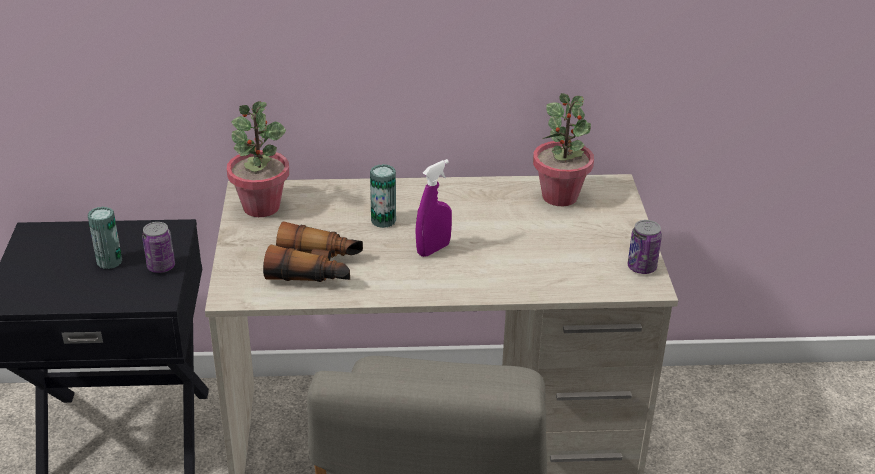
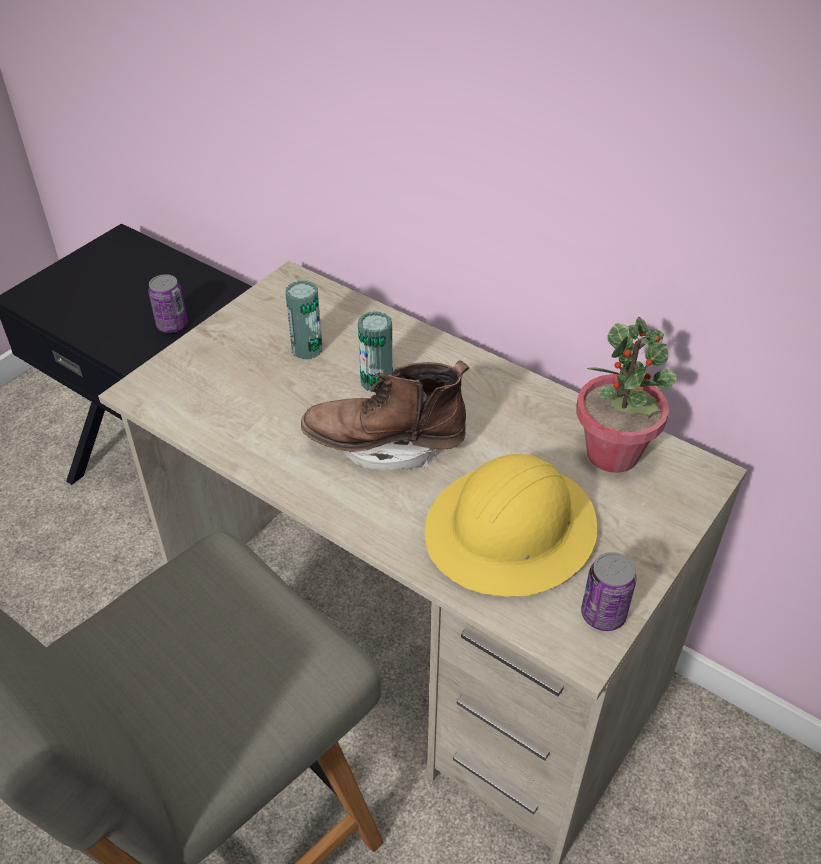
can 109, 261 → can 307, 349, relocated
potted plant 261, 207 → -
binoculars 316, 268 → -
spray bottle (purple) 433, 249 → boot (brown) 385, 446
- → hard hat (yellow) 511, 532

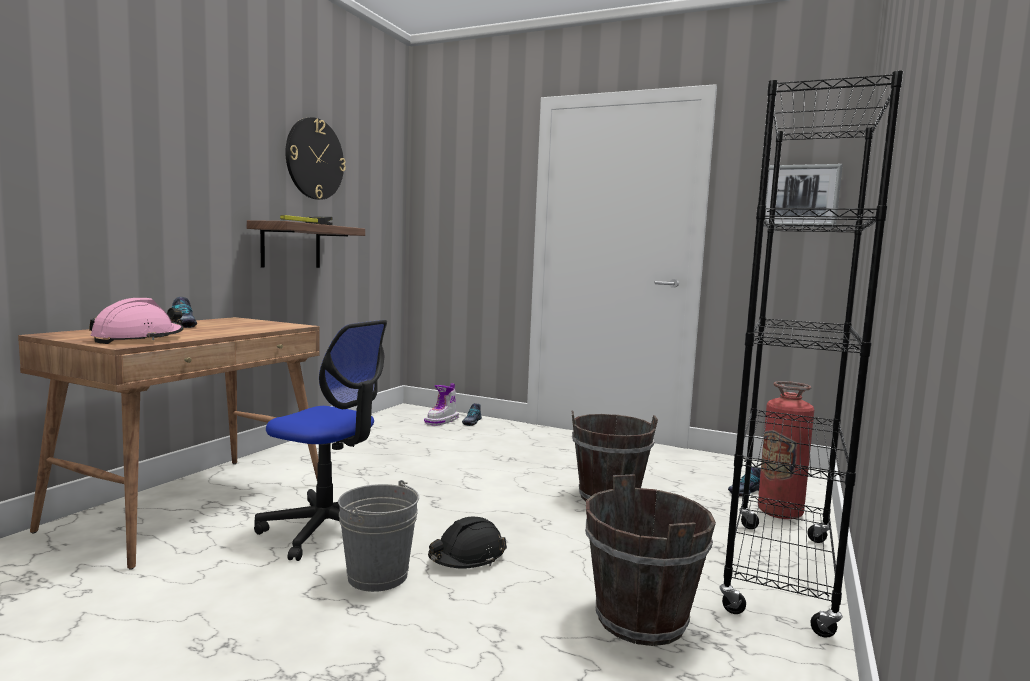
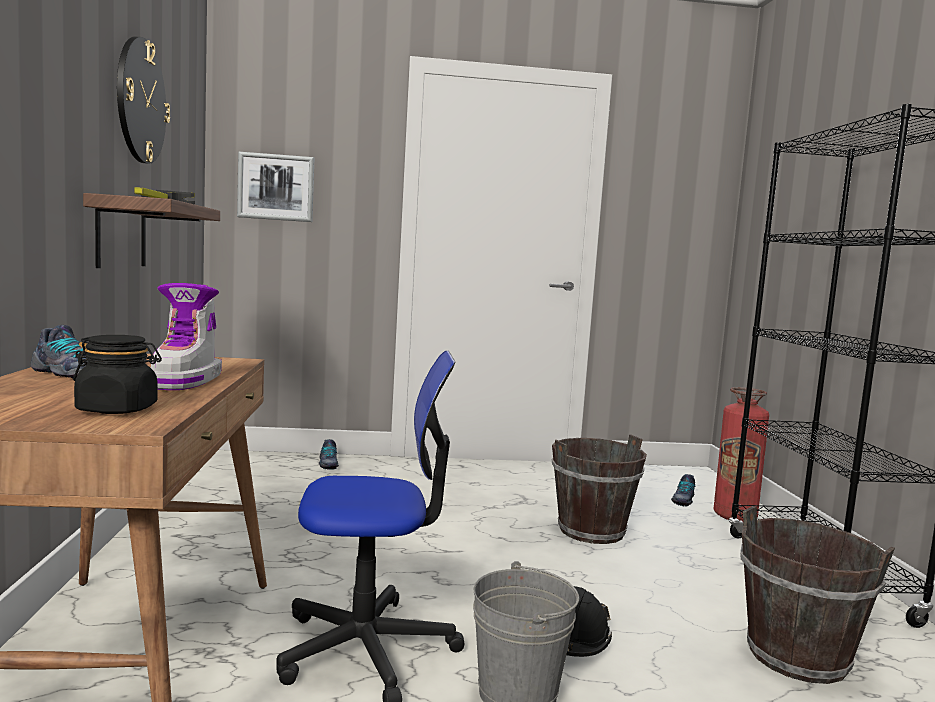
hard hat (pink) 138, 339 → jar (black) 118, 409
boot 442, 421 → boot 185, 380, relocated
picture 799, 196 → picture 276, 187, relocated

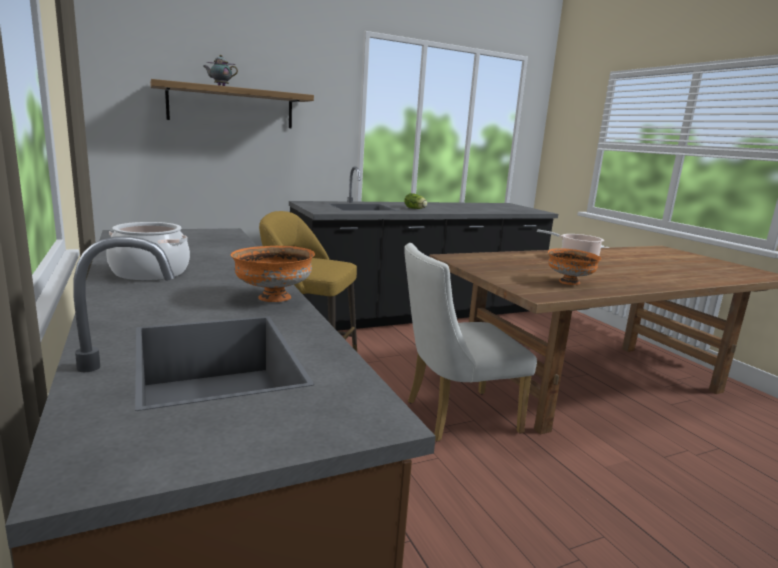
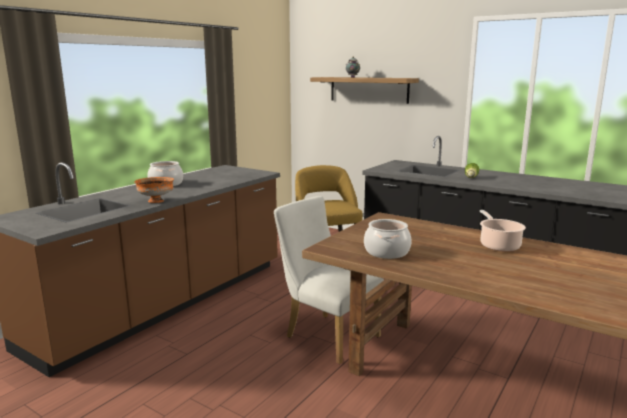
bowl (orange) 569, 282 → cooking pot 387, 252

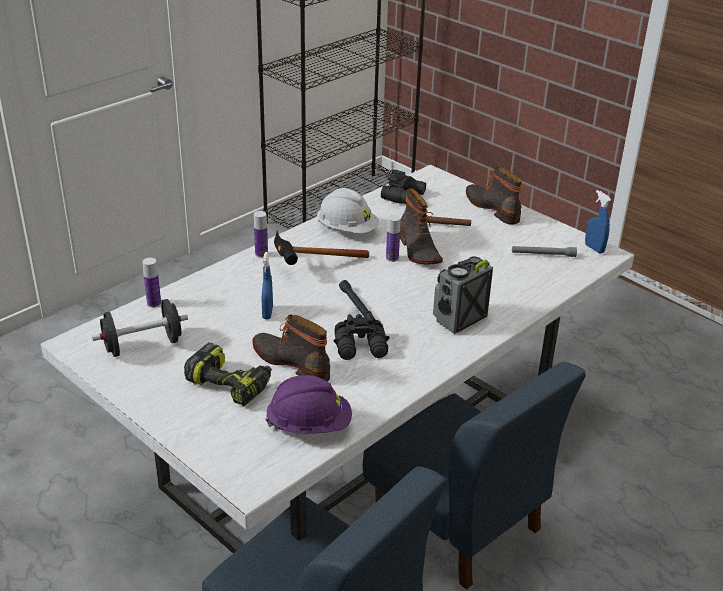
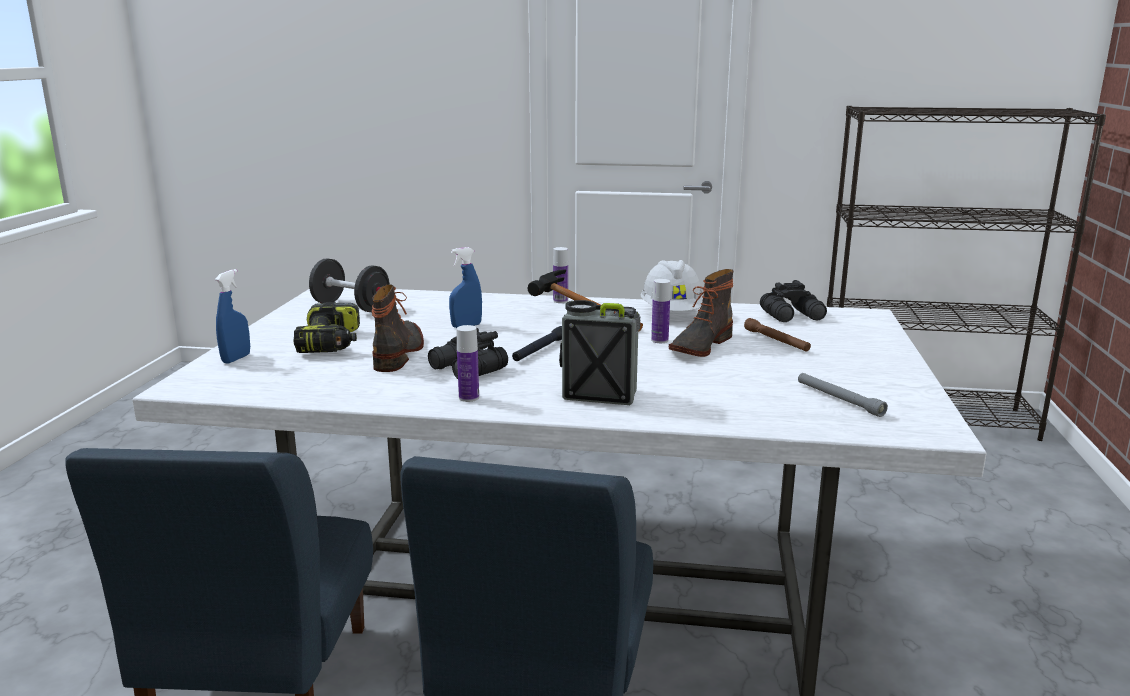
bottle 154, 303 → bottle 469, 398, relocated
hard hat (purple) 309, 425 → -
boot 493, 208 → -
spray bottle (blue) 594, 248 → spray bottle (blue) 236, 358, relocated

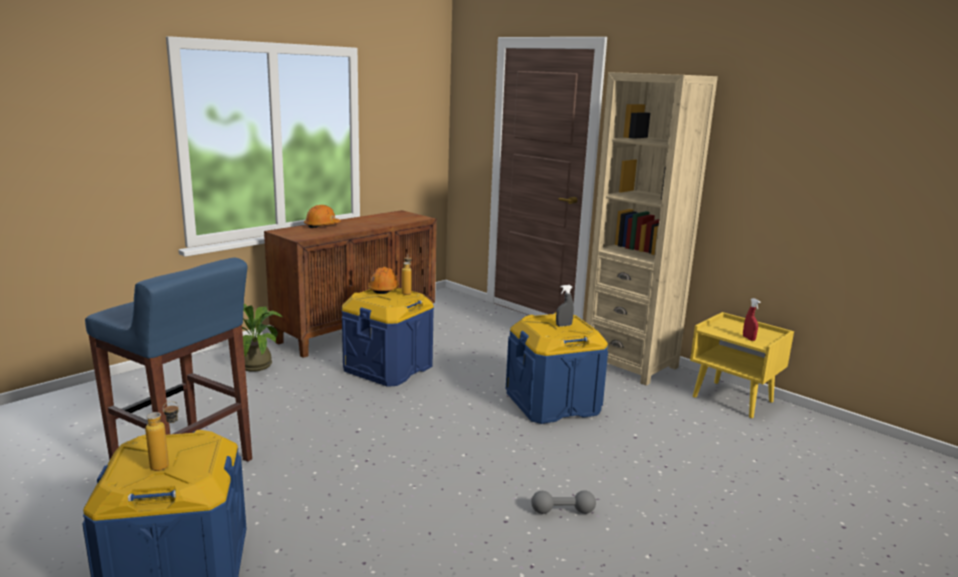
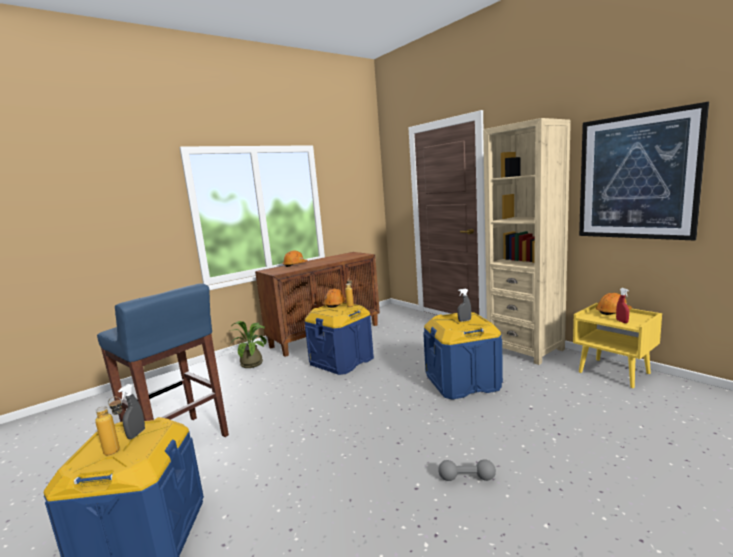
- → spray bottle (grey) 136, 434
- → picture 636, 177
- → hard hat (orange) 613, 312

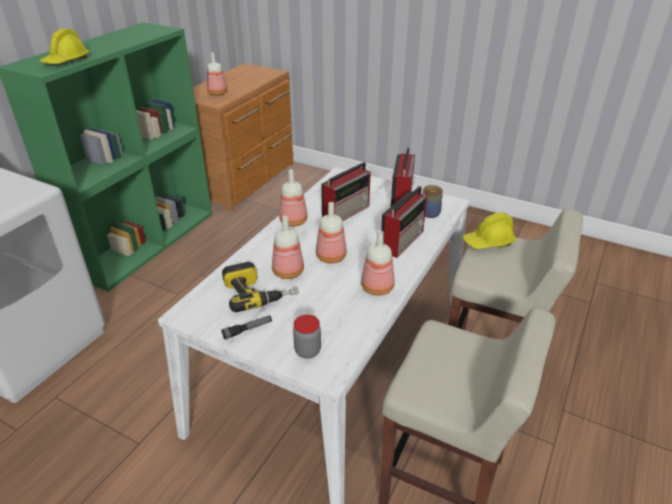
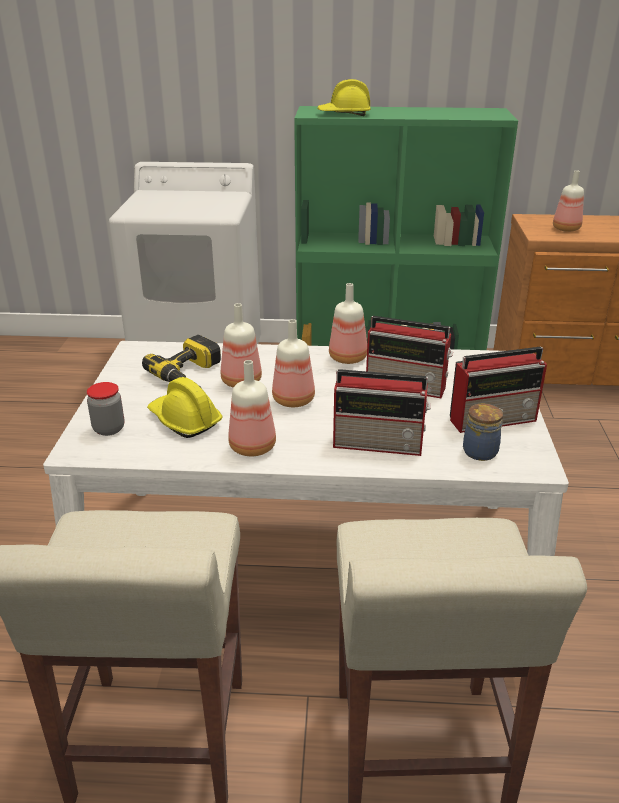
flashlight 247, 330 → -
hard hat (yellow) 488, 242 → hard hat (yellow) 184, 420, relocated

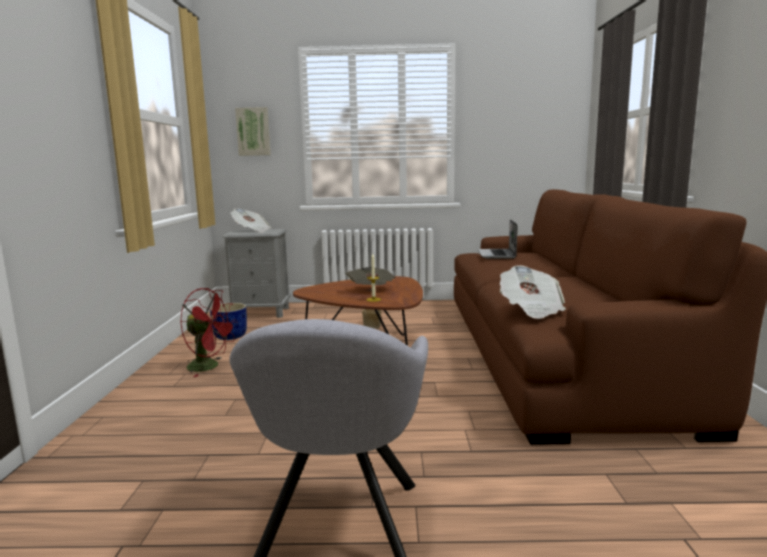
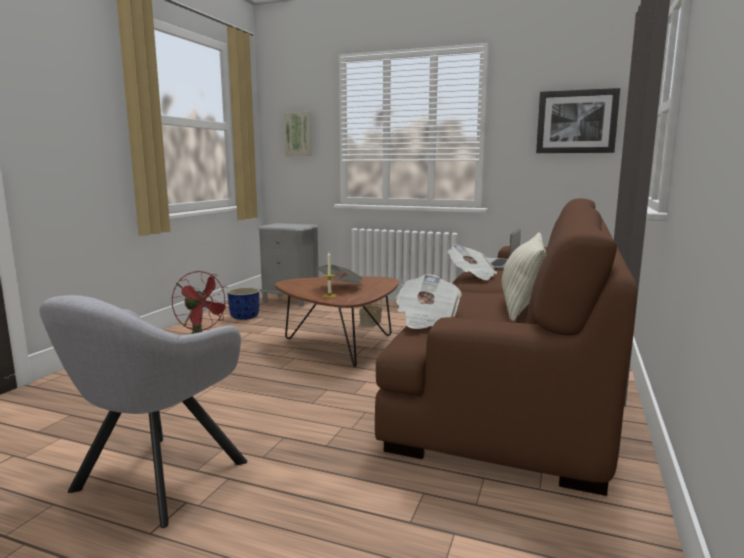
newspaper 251, 231 → newspaper 472, 275, relocated
- → pillow 523, 305
- → picture 576, 122

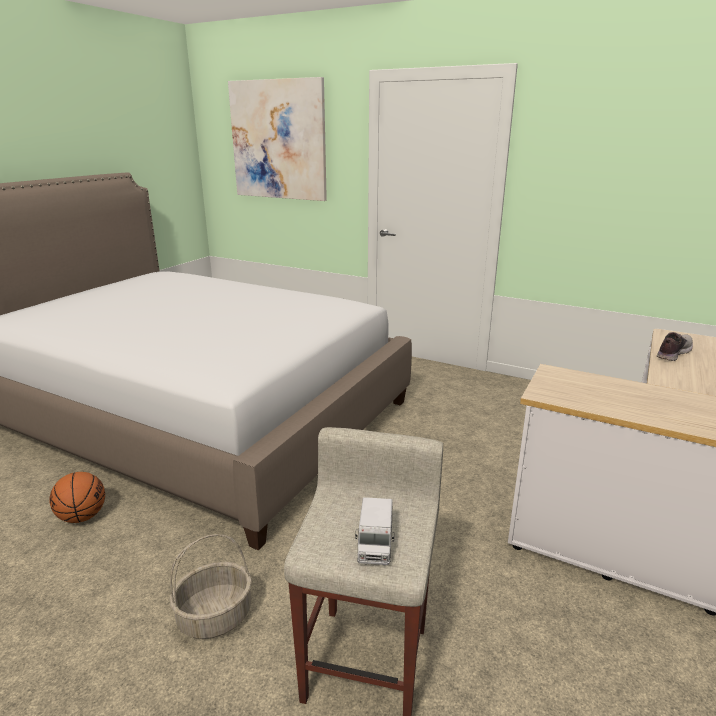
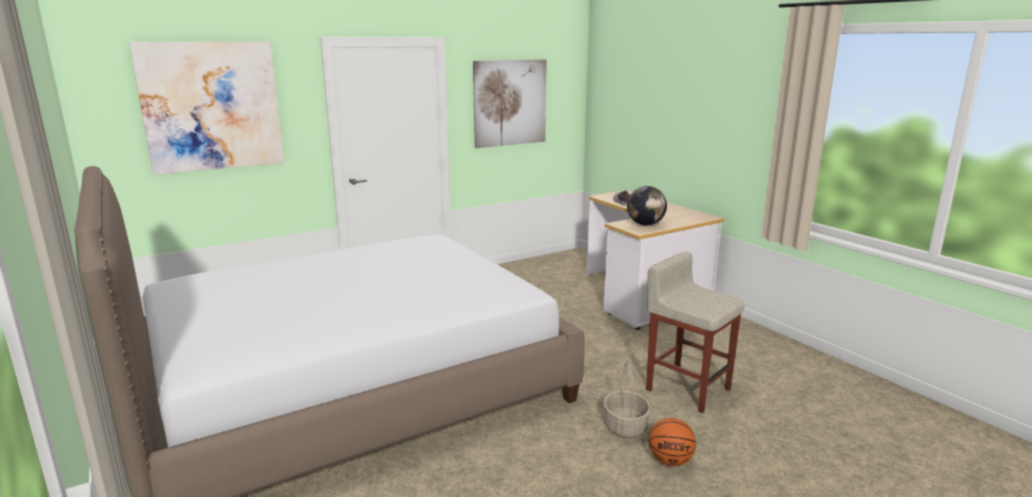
basketball 82, 517 → basketball 670, 461, relocated
toy truck 375, 544 → -
- → picture 510, 103
- → globe 645, 224

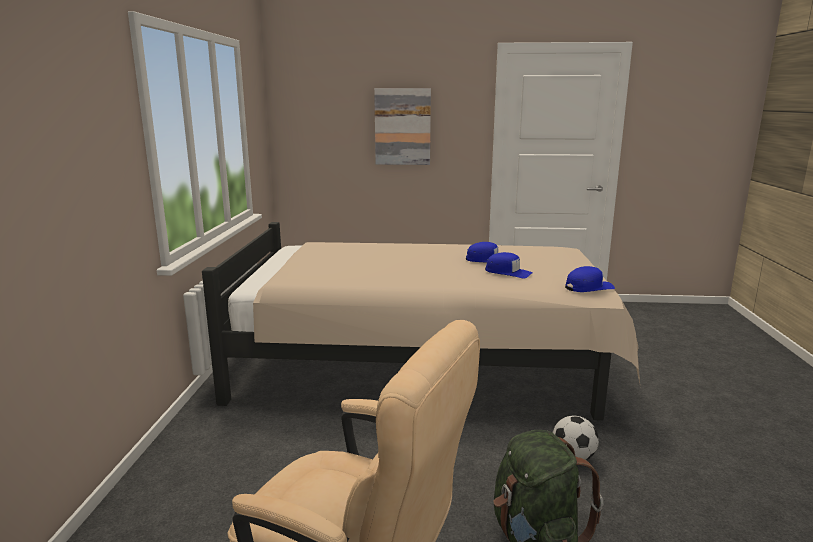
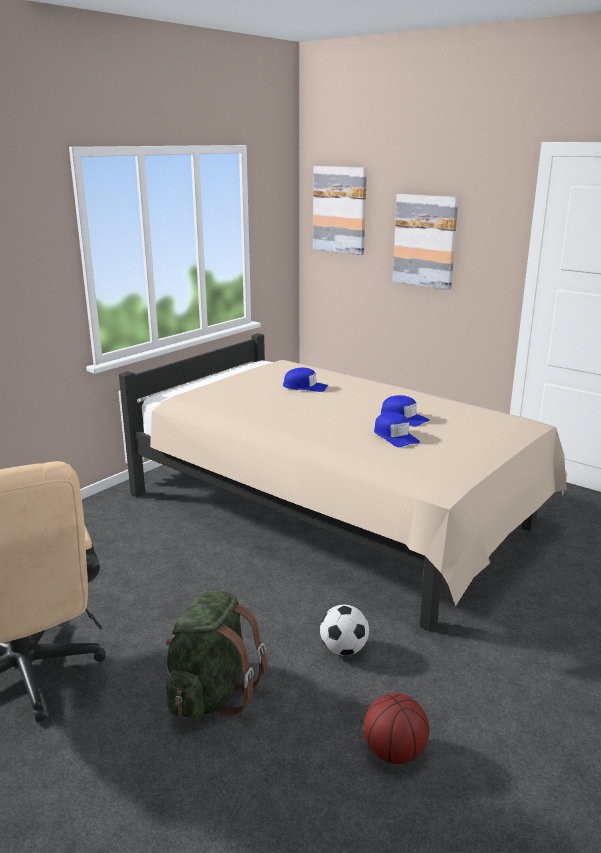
cap (blue) 588, 287 → cap (blue) 305, 387, relocated
- → picture 340, 210
- → basketball 394, 752

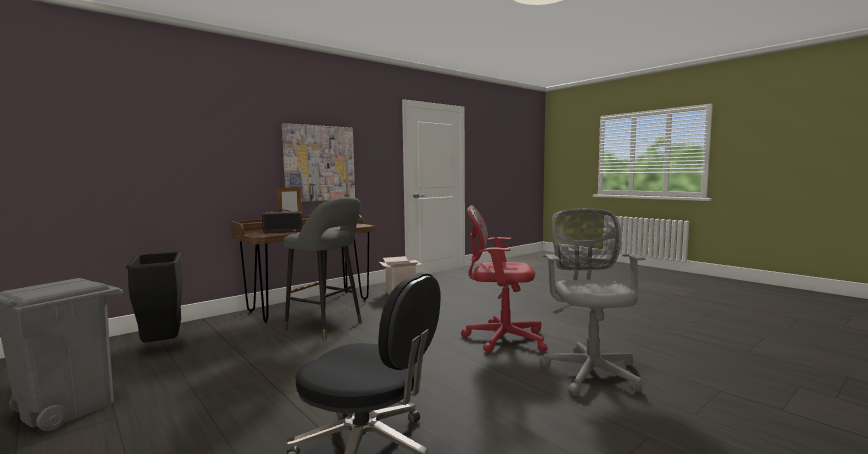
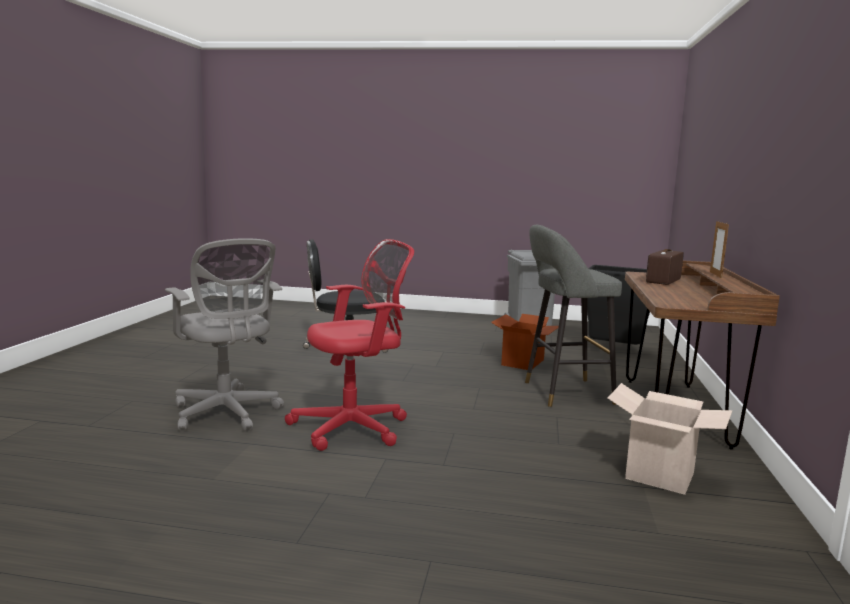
picture 319, 163 → -
- → cardboard box 523, 362

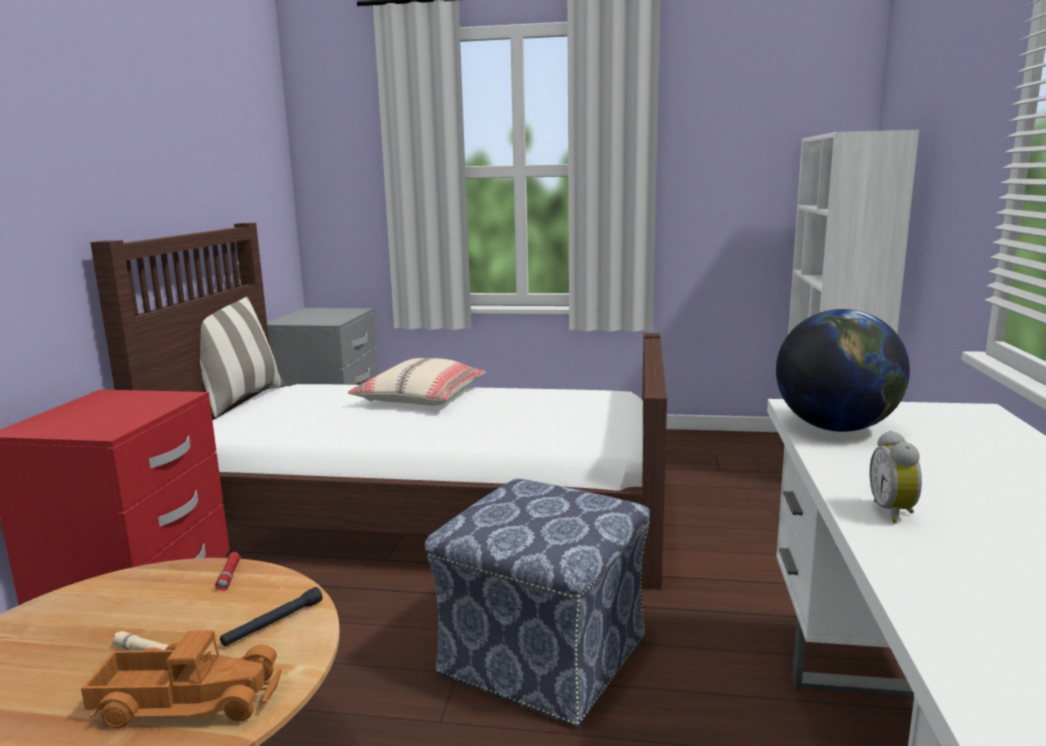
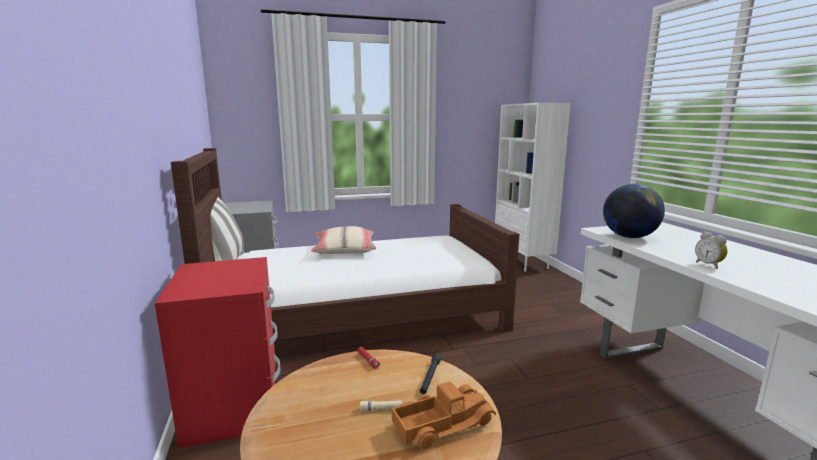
ottoman 543, 657 → -

